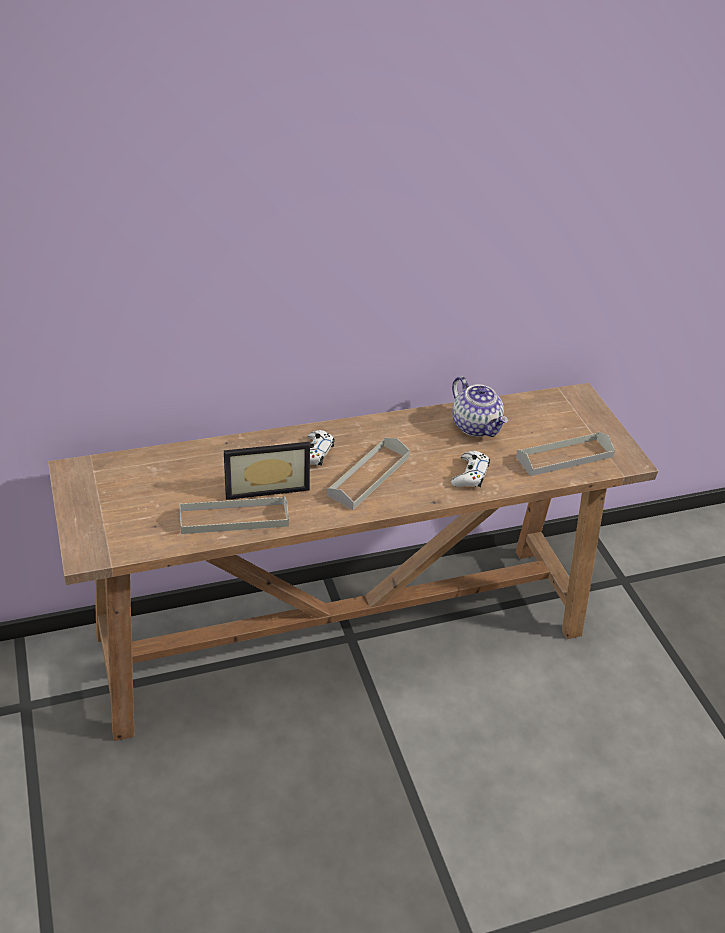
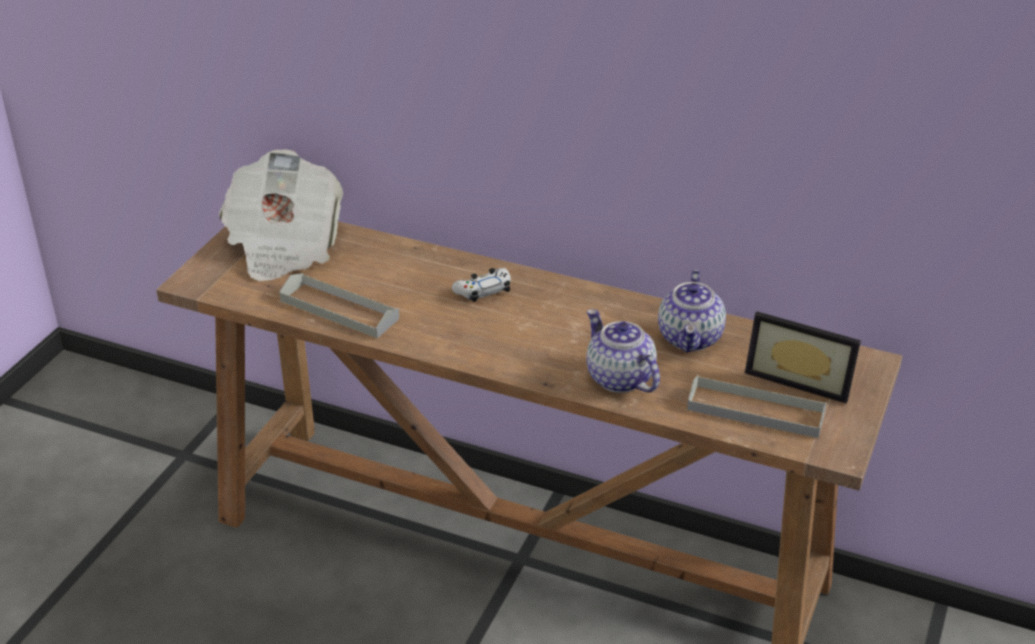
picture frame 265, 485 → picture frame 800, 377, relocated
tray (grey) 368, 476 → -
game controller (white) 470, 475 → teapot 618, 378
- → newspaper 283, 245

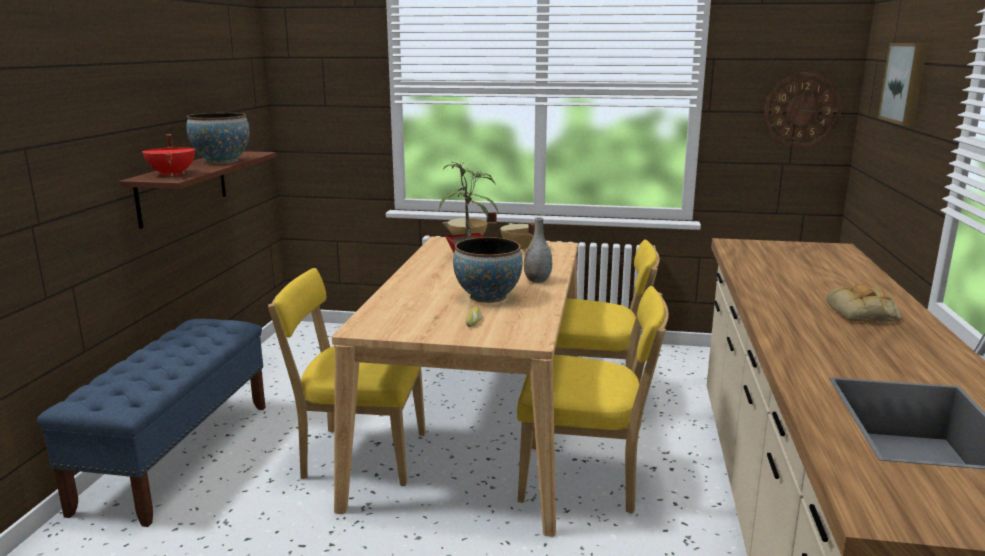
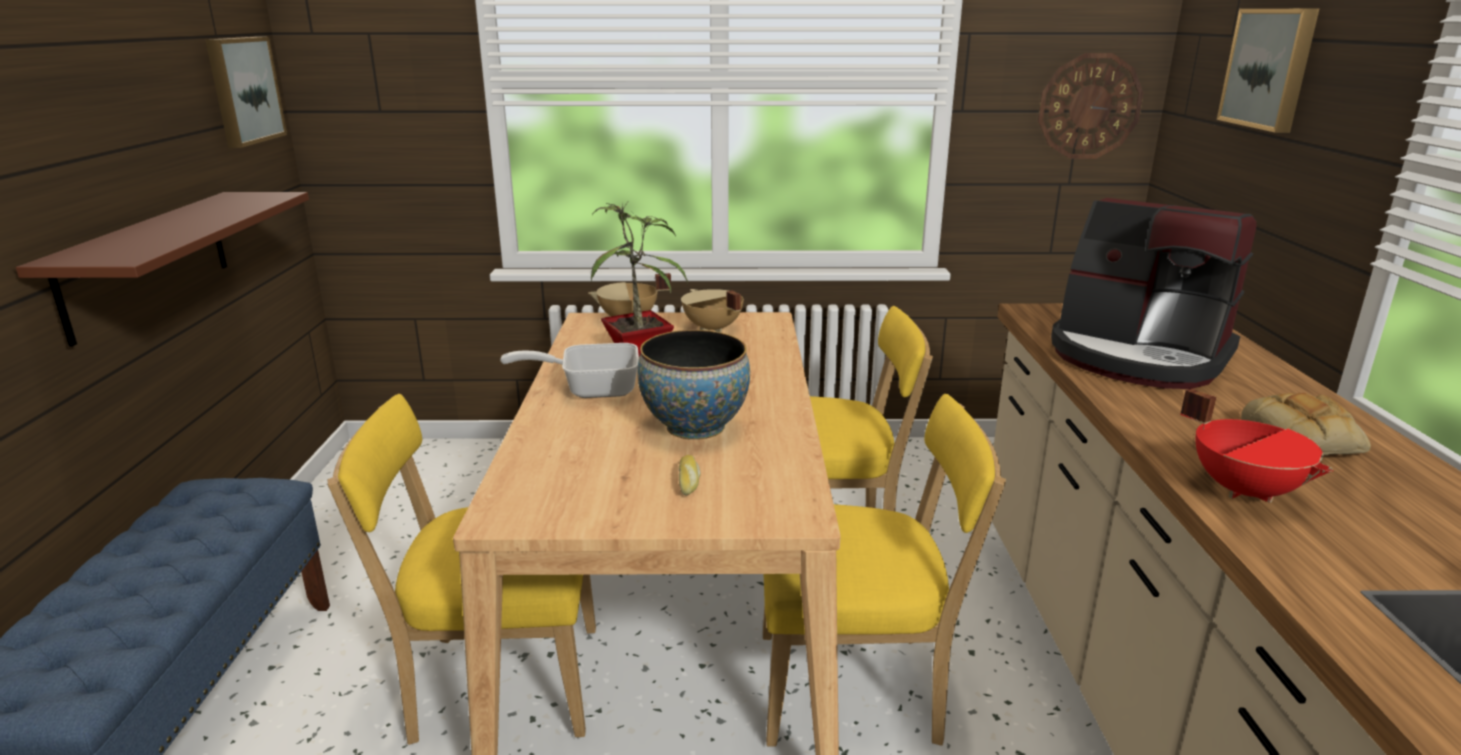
cooking pot (red) 173, 174 → cooking pot (red) 1245, 490, relocated
bowl 222, 161 → -
vase (grey) 537, 280 → -
- → picture 243, 90
- → frying pan 590, 389
- → coffee machine 1138, 356

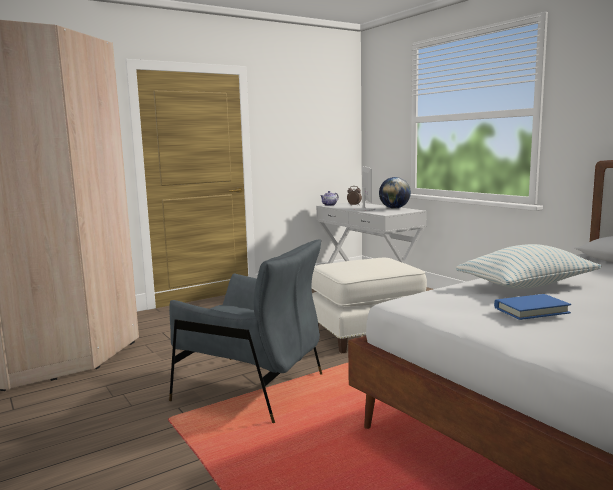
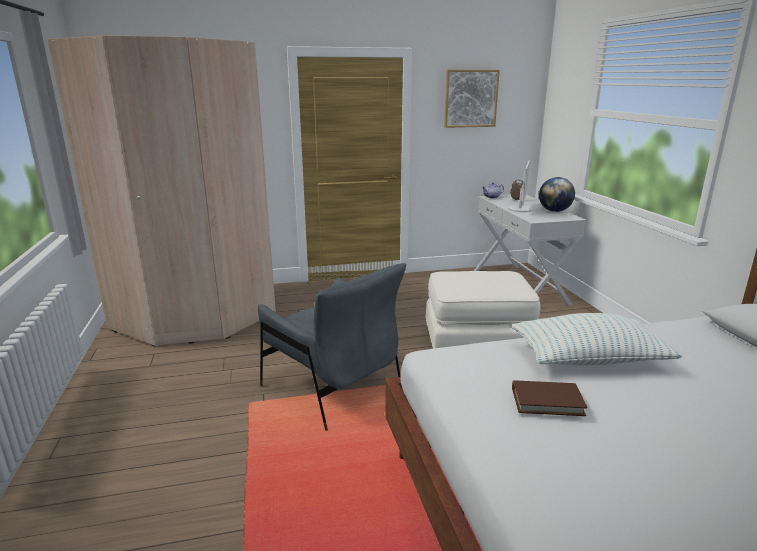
book (blue) 531, 310 → book (brown) 547, 401
- → picture 470, 98

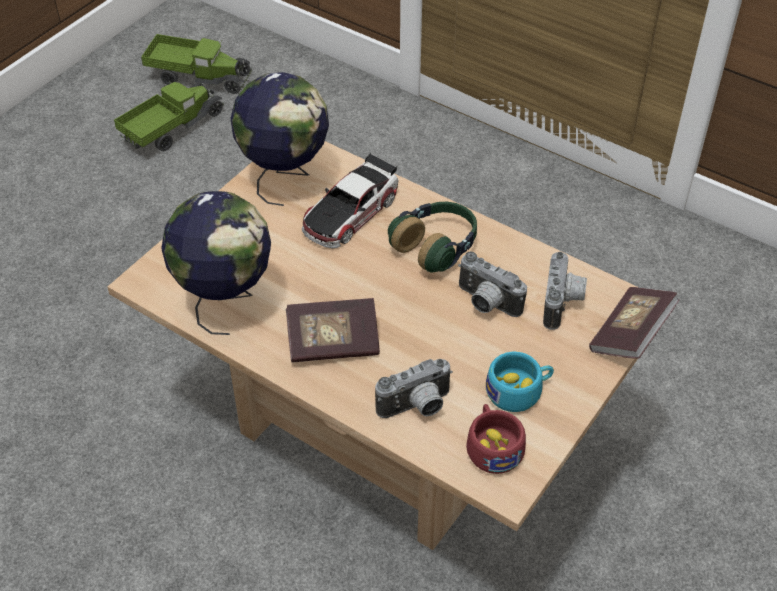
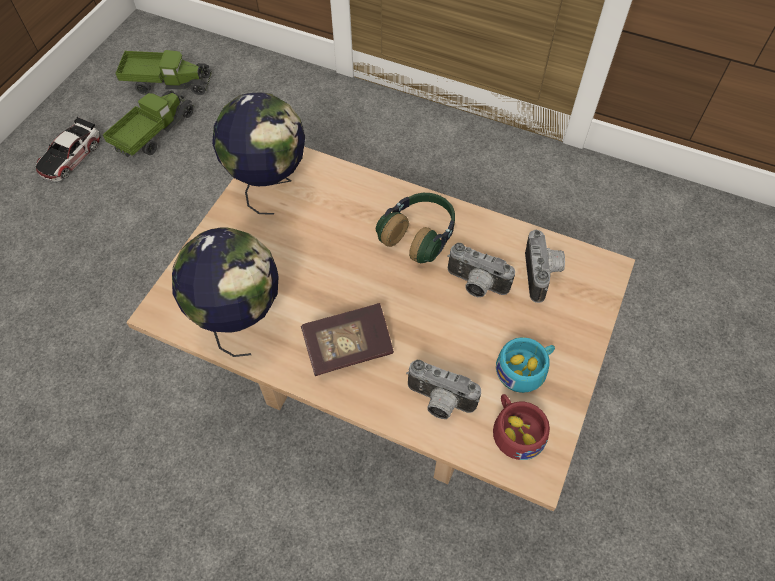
toy car 350, 212 → toy car 70, 156, relocated
photo camera 417, 408 → photo camera 438, 402, 60 degrees clockwise
book 630, 335 → -

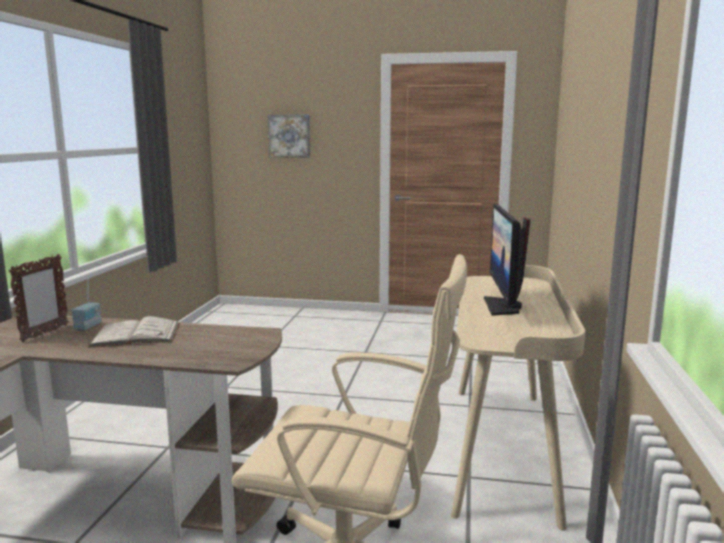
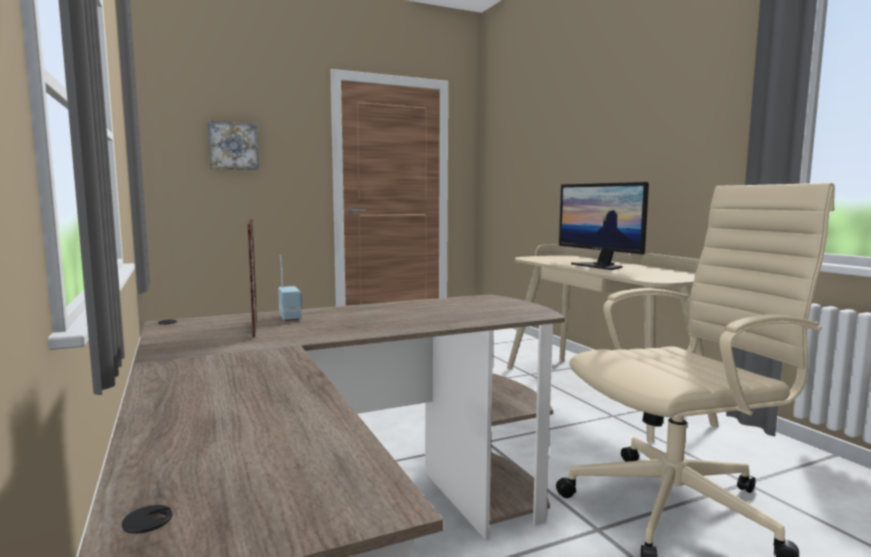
book (white) 136, 335 → -

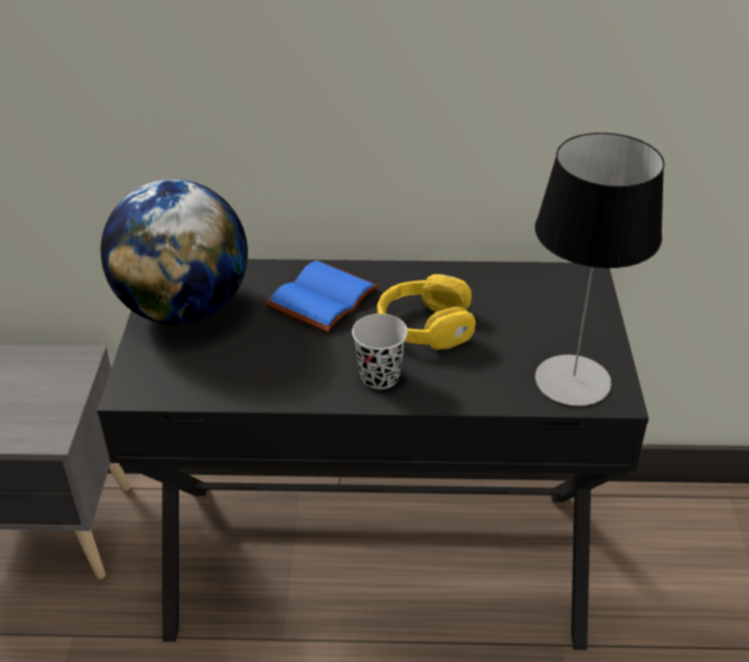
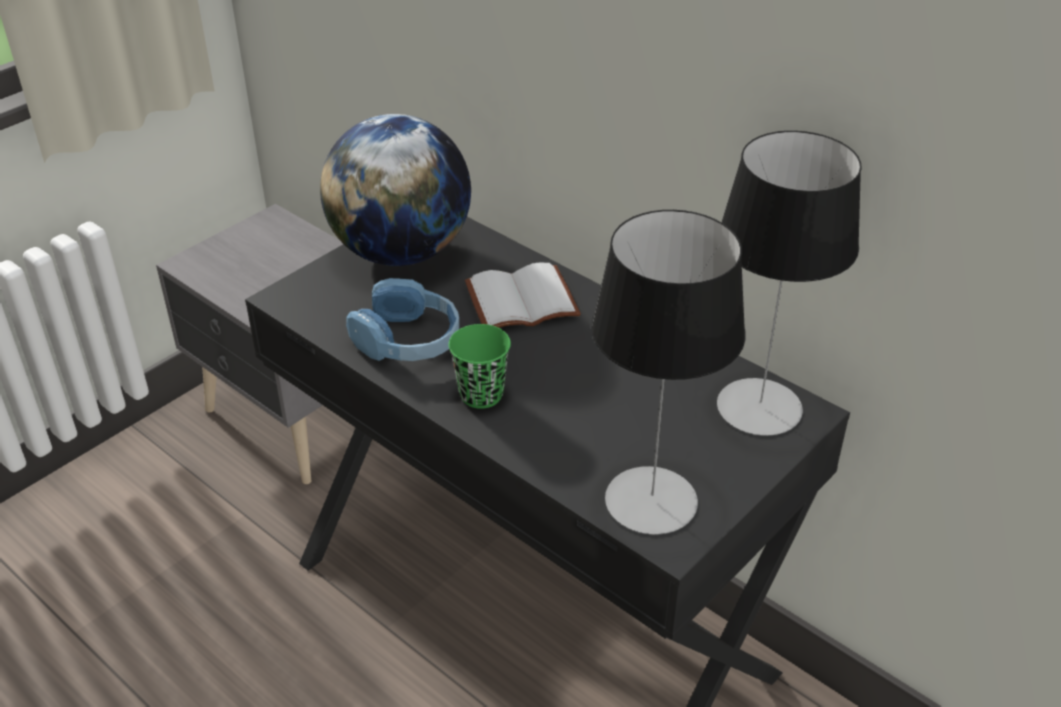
book (blue) 321, 296 → book (white) 522, 299
cup (black) 380, 377 → cup (green) 481, 394
headphones (yellow) 424, 327 → -
- → headphones (blue) 408, 340
- → table lamp 760, 407

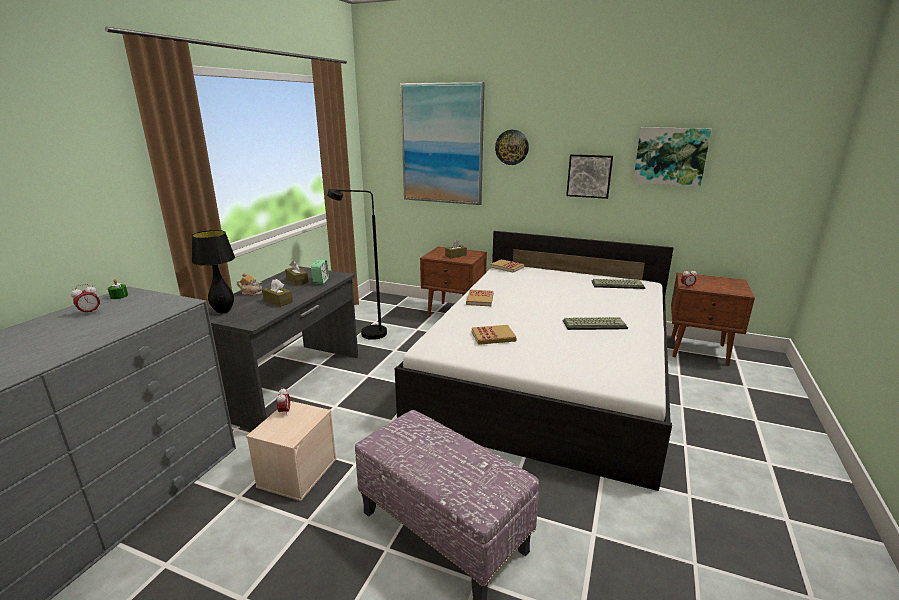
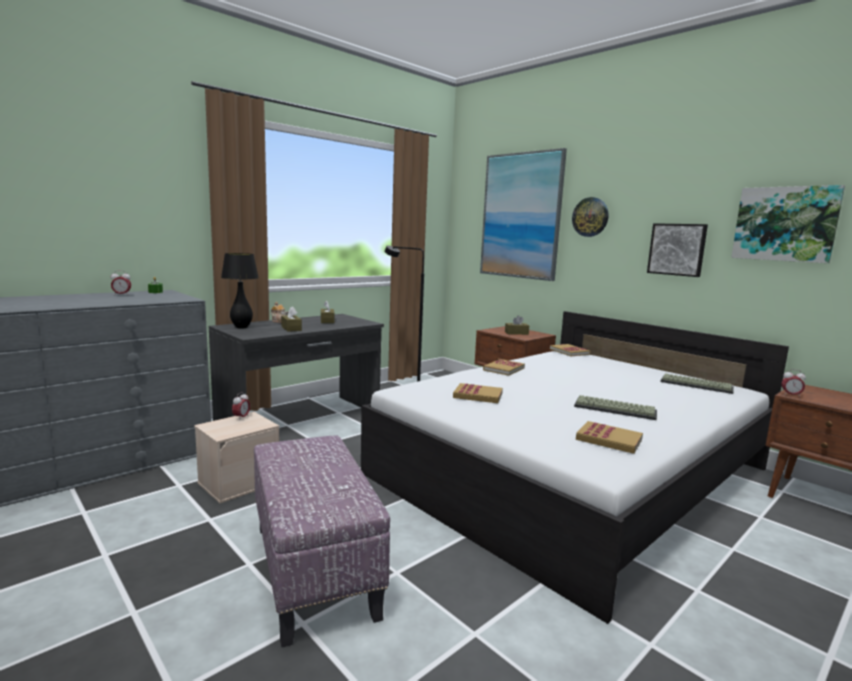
alarm clock 321, 281 → -
- → book 609, 439

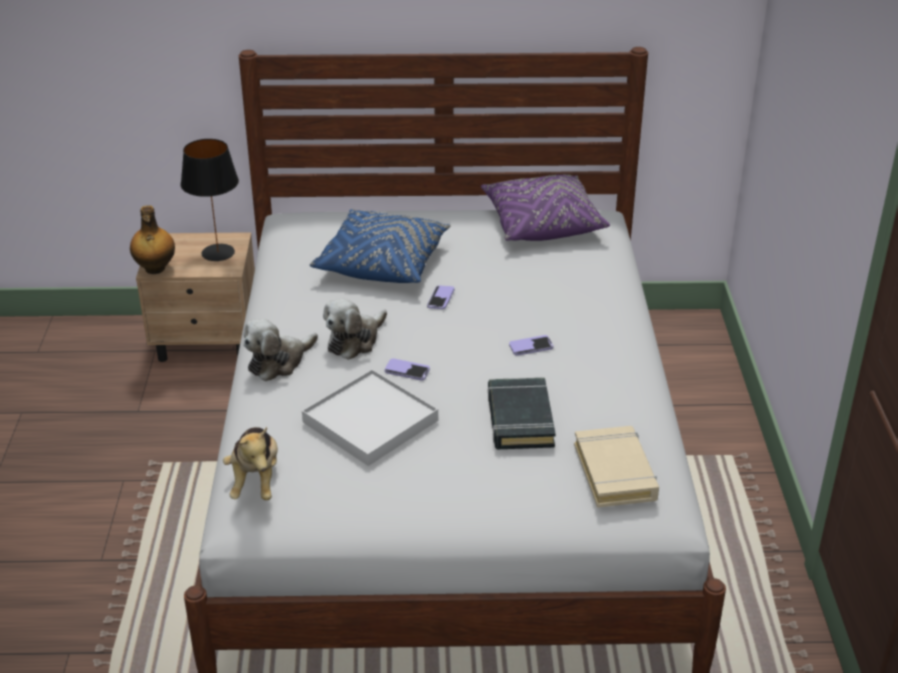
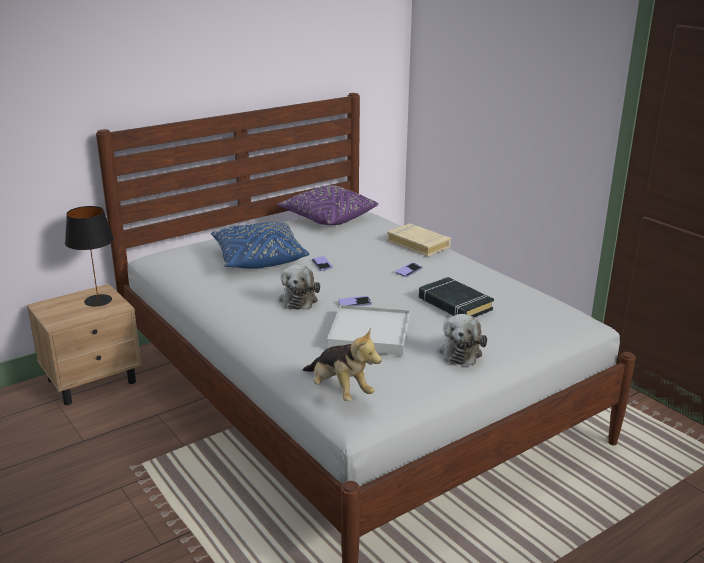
bottle 155, 269 → -
plush toy 279, 362 → plush toy 460, 351, relocated
book (beige) 615, 472 → book (beige) 418, 244, relocated

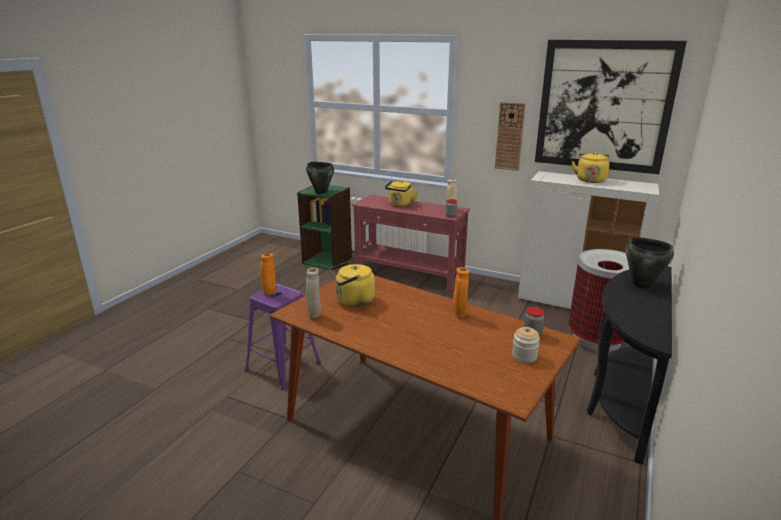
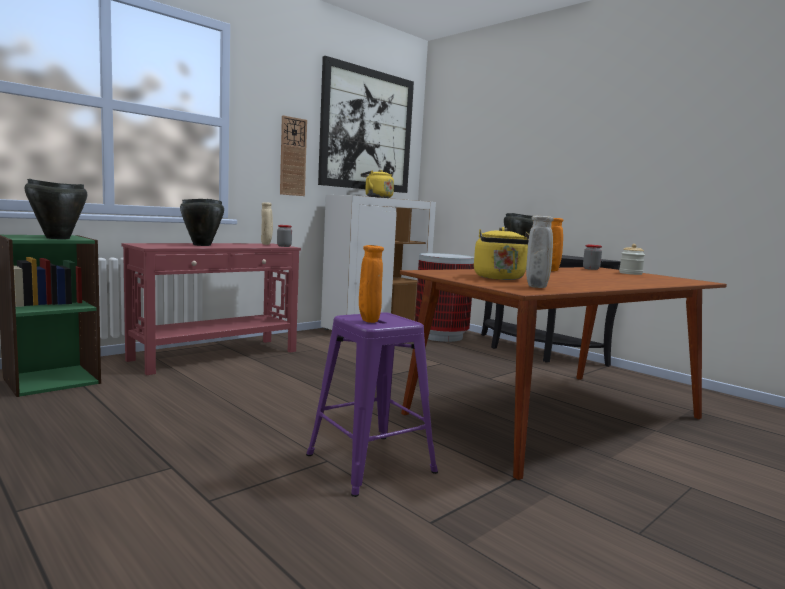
kettle (yellow) 400, 205 → cooking pot (black) 201, 245

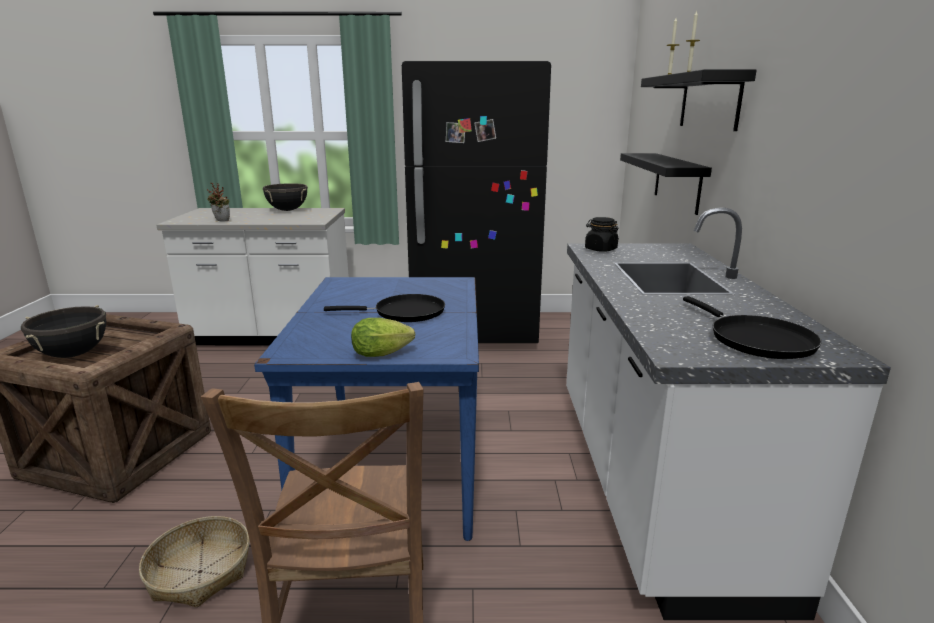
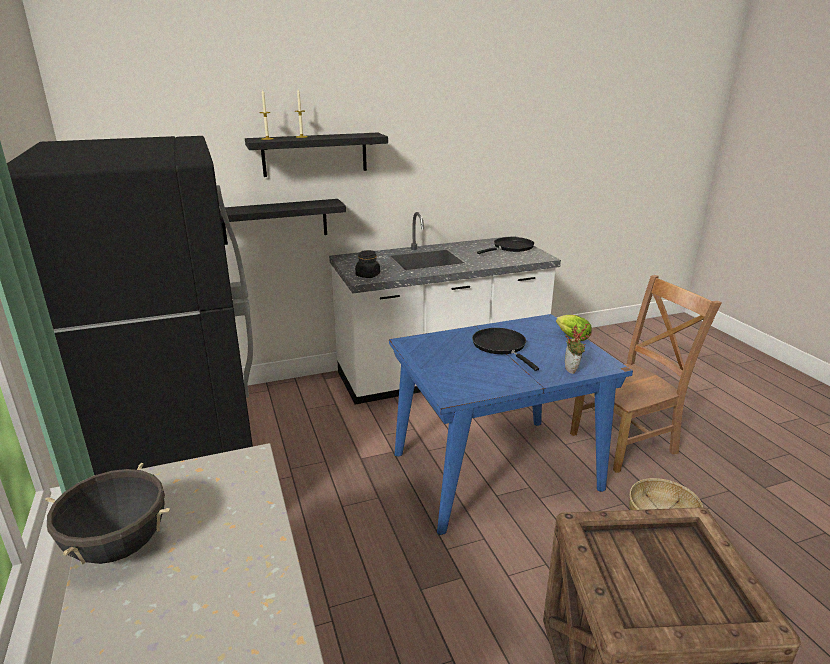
cooking pot (black) 73, 354 → -
potted plant 220, 221 → potted plant 573, 370, relocated

